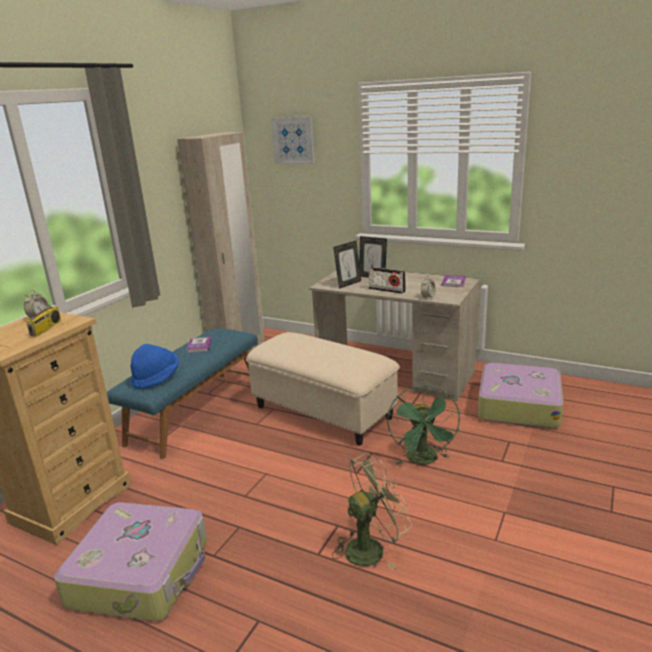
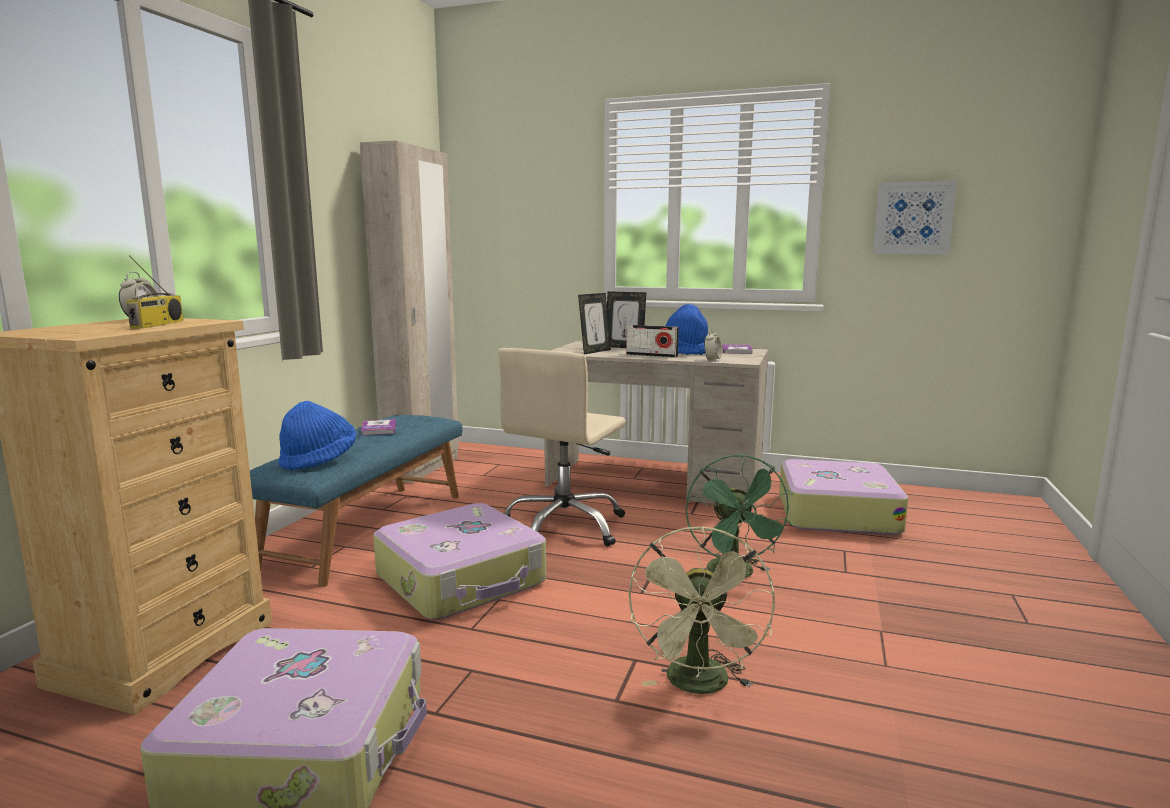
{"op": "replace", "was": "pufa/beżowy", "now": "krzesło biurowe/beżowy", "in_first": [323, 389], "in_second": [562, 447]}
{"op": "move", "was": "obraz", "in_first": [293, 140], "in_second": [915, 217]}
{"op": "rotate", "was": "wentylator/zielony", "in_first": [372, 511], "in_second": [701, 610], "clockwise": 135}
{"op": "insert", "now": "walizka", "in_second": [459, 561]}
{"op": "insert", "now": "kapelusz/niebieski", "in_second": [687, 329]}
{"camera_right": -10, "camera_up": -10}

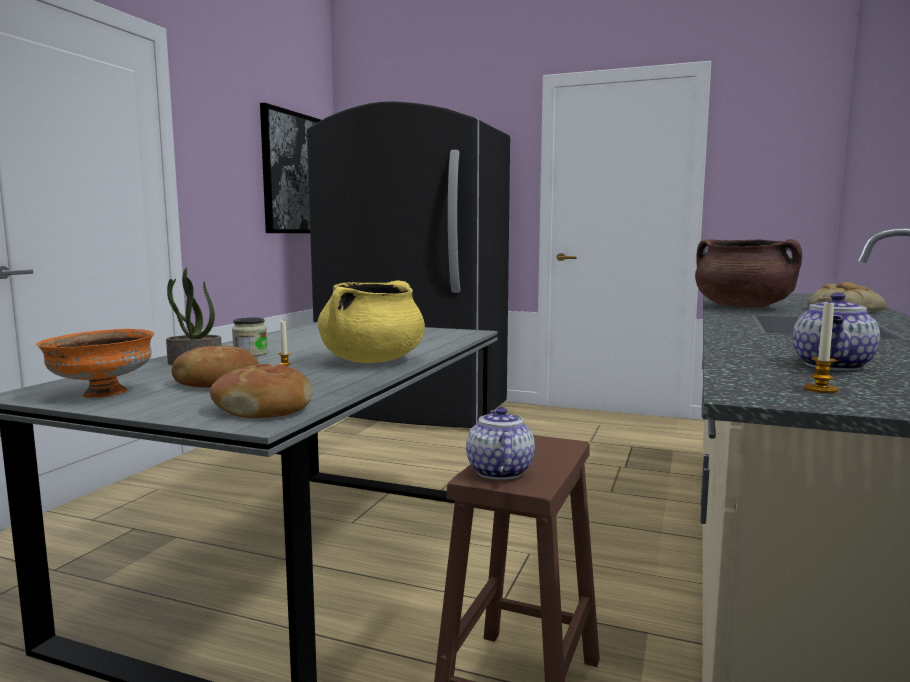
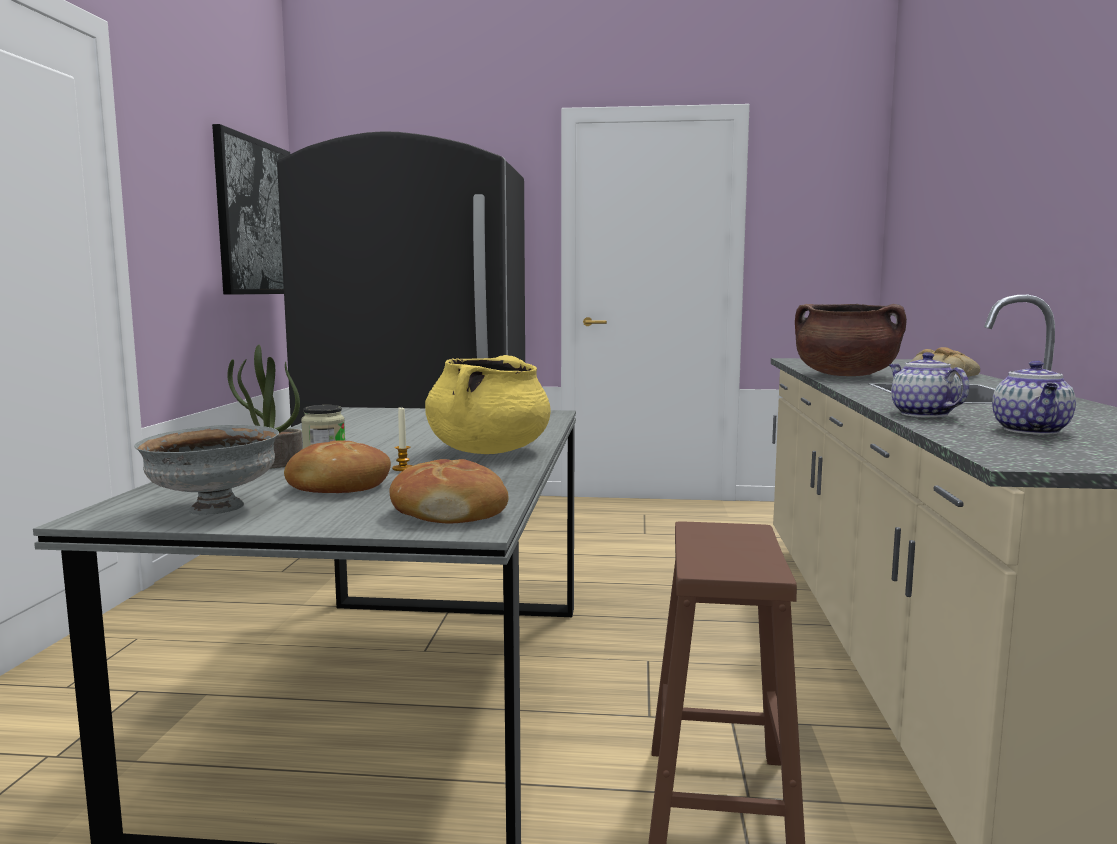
{"op": "recolor", "was": "miska/pomarańczowy", "now": "miska/szary", "in_first": [95, 363], "in_second": [206, 470]}
{"op": "move", "was": "imbryk", "in_first": [500, 443], "in_second": [929, 384]}
{"op": "delete", "was": "świeca", "in_first": [821, 346]}
{"camera_right": -15, "camera_up": 0}

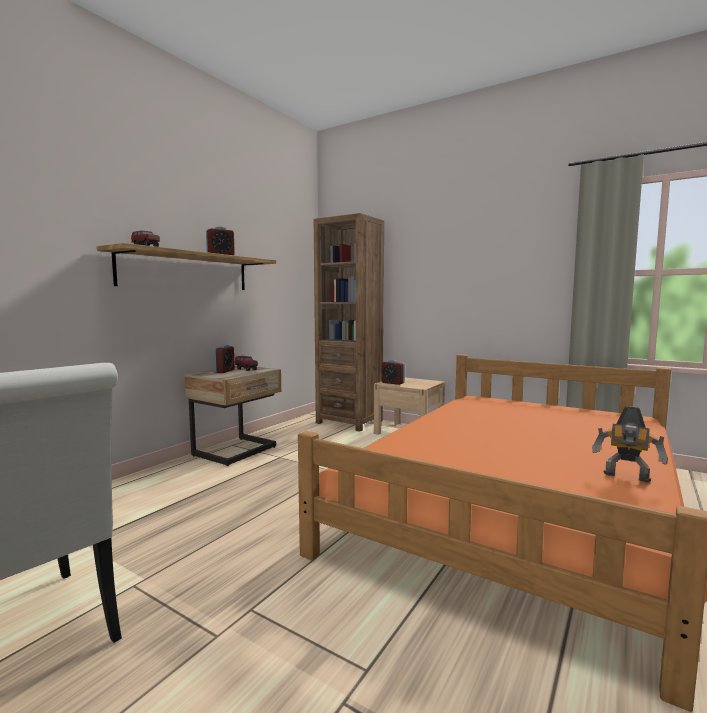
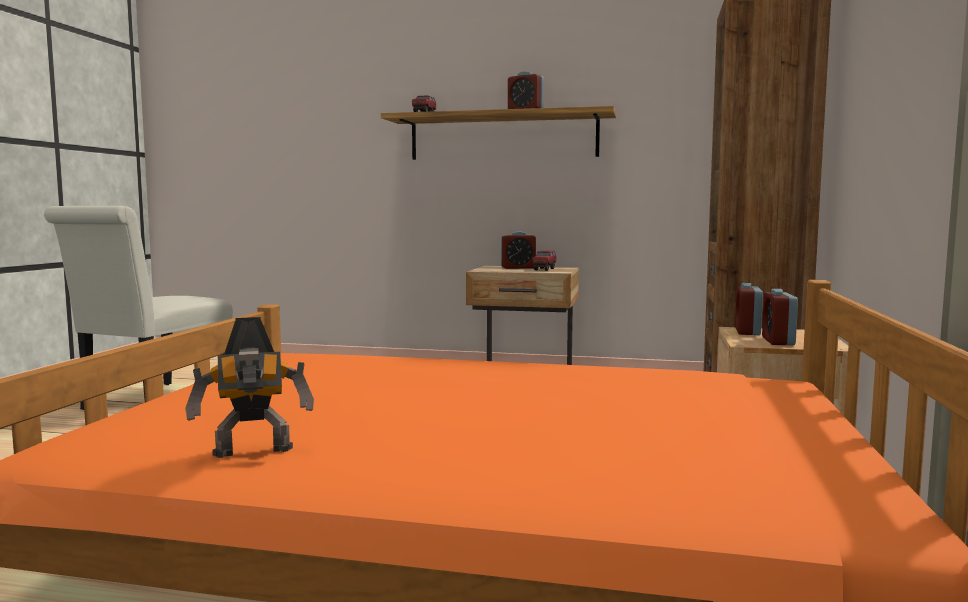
{"op": "rotate", "was": "robot zabawkowy", "in_first": [630, 444], "in_second": [249, 387], "clockwise": -120}
{"op": "insert", "now": "budzik", "in_second": [780, 317]}
{"camera_right": 70, "camera_up": 0}

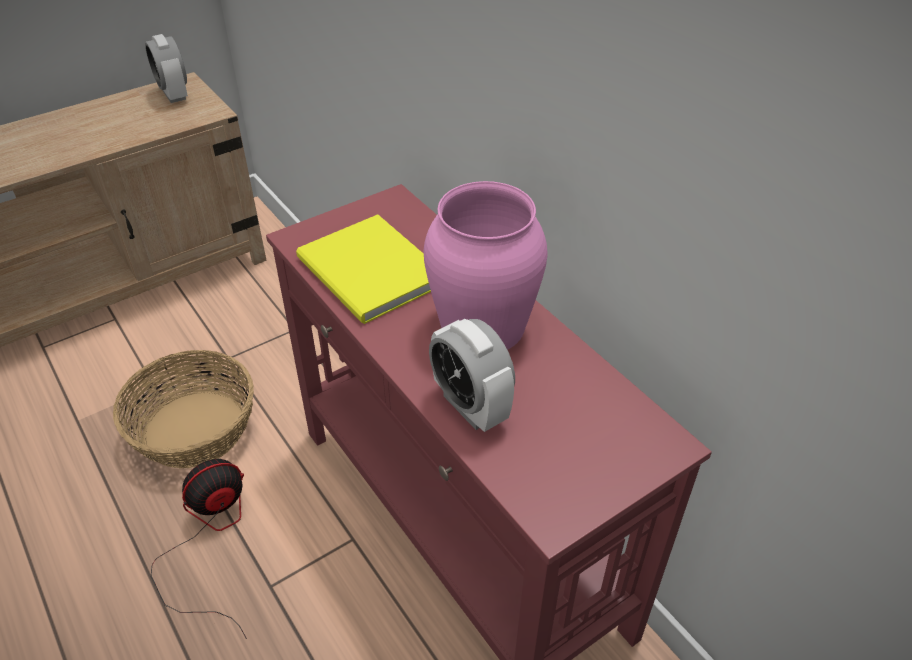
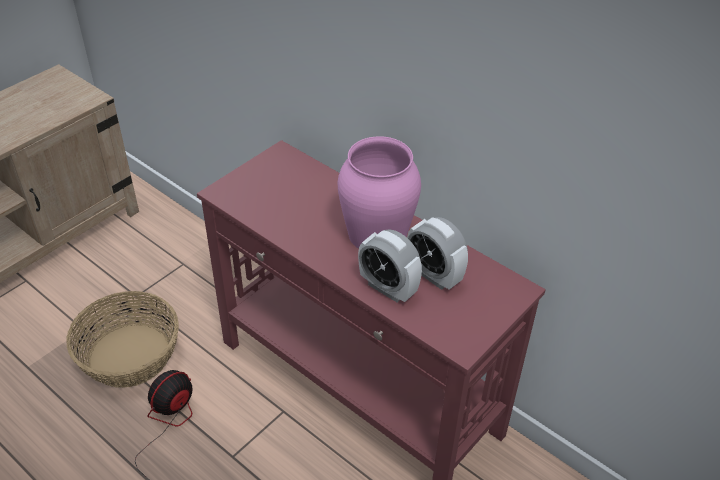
{"op": "move", "was": "budzik", "in_first": [166, 68], "in_second": [437, 253]}
{"op": "delete", "was": "książka/żółty", "in_first": [363, 269]}
{"camera_right": -15, "camera_up": 0}

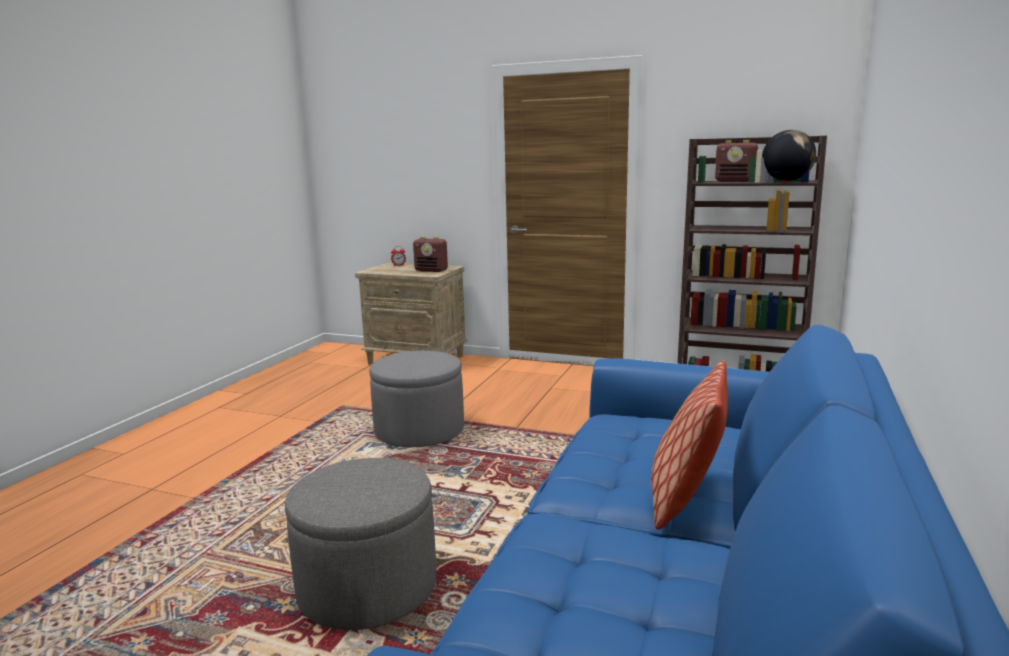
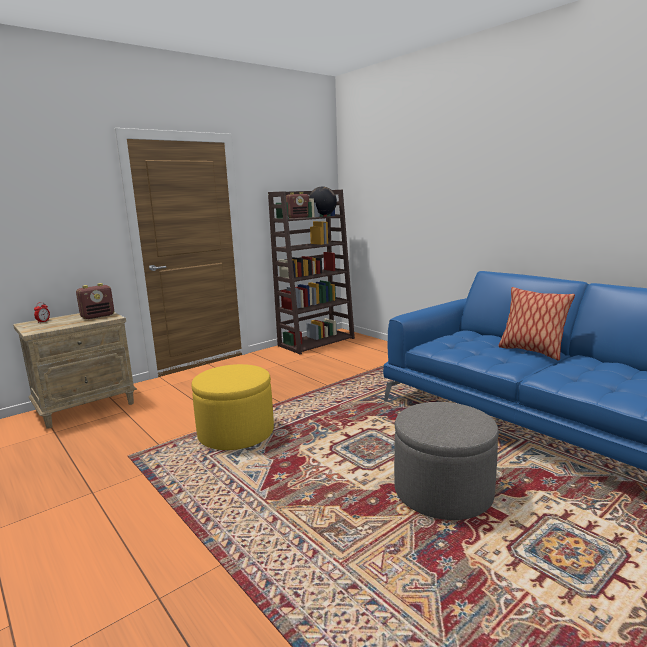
{"op": "recolor", "was": "pufa/szary", "now": "pufa/żółty", "in_first": [416, 399], "in_second": [232, 407]}
{"camera_right": -60, "camera_up": 0}

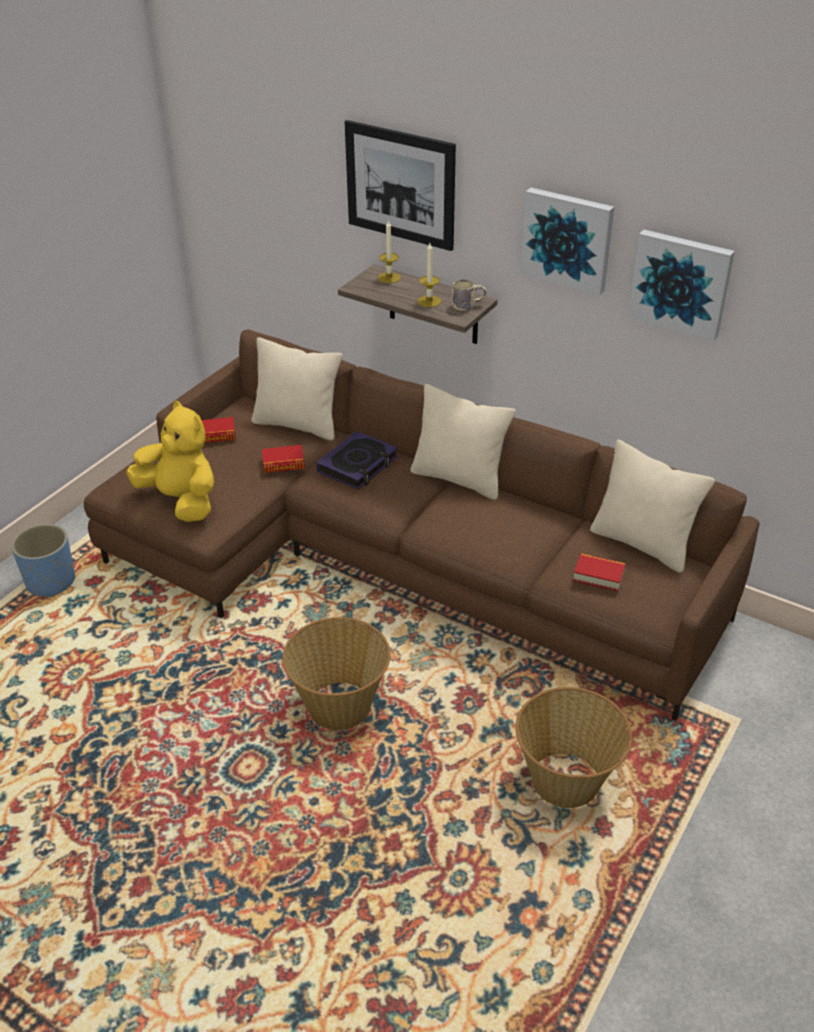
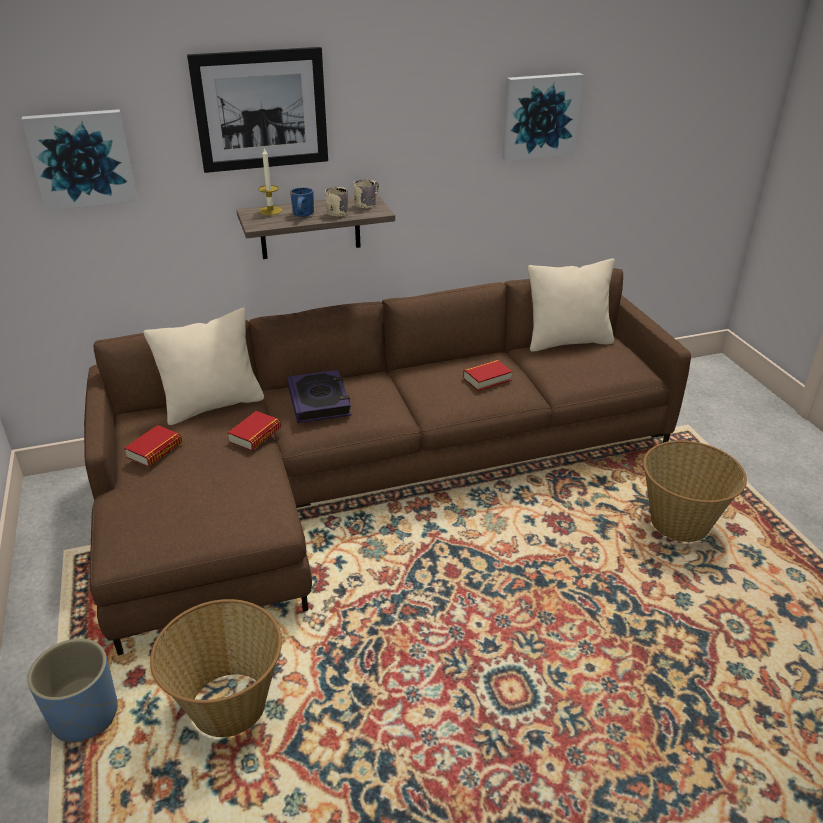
{"op": "delete", "was": "pluszak/żółty", "in_first": [170, 461]}
{"op": "move", "was": "koszyk", "in_first": [336, 673], "in_second": [216, 668]}
{"op": "delete", "was": "poduszka/beżowy", "in_first": [463, 442]}
{"op": "replace", "was": "świeca", "now": "kubek/beżowy", "in_first": [429, 275], "in_second": [336, 202]}
{"op": "move", "was": "obraz", "in_first": [567, 241], "in_second": [79, 160]}
{"op": "move", "was": "książka", "in_first": [599, 572], "in_second": [487, 375]}
{"op": "insert", "now": "kubek/niebieski", "in_second": [302, 202]}
{"camera_right": -50, "camera_up": -5}

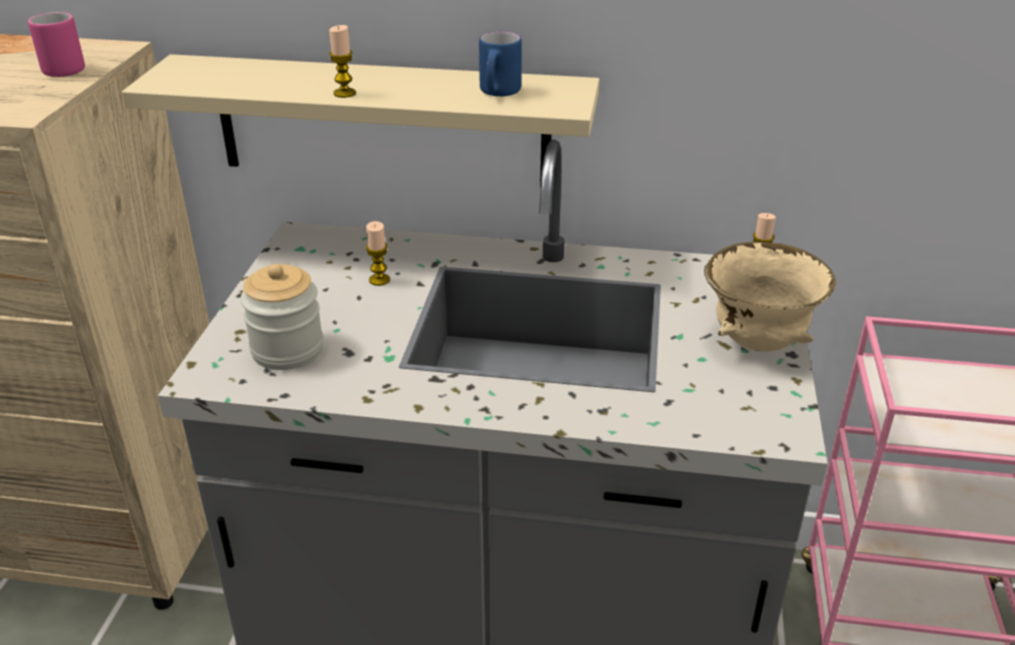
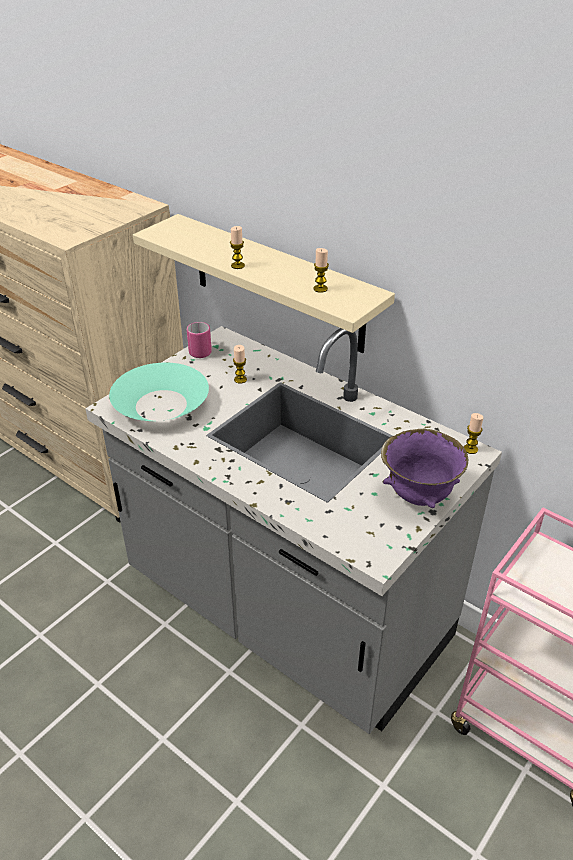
{"op": "move", "was": "kubek/różowy", "in_first": [56, 44], "in_second": [199, 340]}
{"op": "replace", "was": "słoik", "now": "miska/turkusowy", "in_first": [282, 317], "in_second": [159, 392]}
{"op": "replace", "was": "kubek/niebieski", "now": "świeca", "in_first": [500, 63], "in_second": [321, 270]}
{"op": "recolor", "was": "miska/beżowy", "now": "miska/fioletowy", "in_first": [770, 297], "in_second": [424, 468]}
{"camera_right": 30, "camera_up": 5}

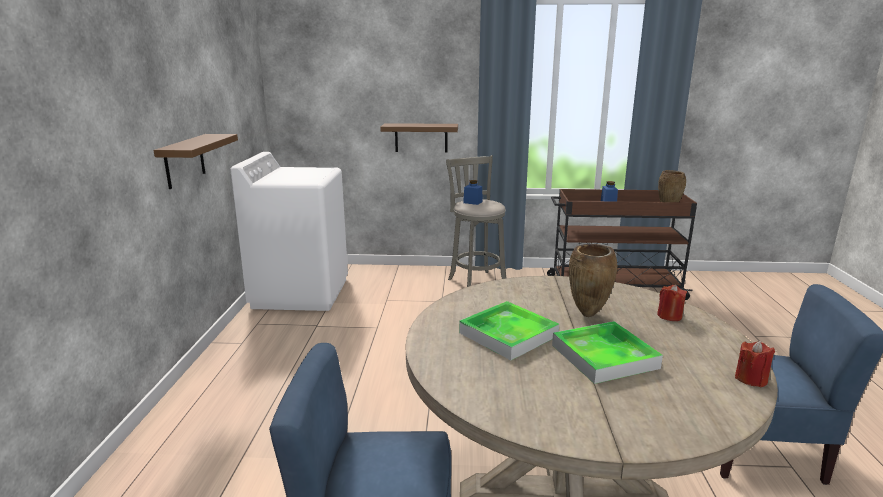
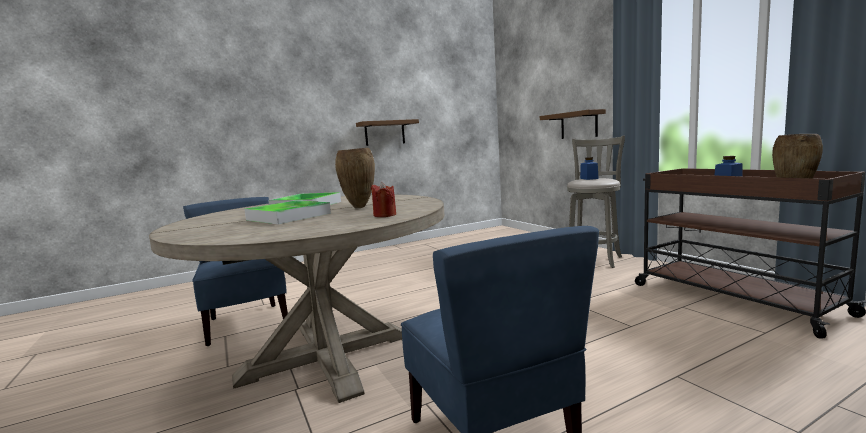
{"op": "delete", "was": "pralka/biały", "in_first": [289, 231]}
{"op": "delete", "was": "świeca/czerwony", "in_first": [755, 364]}
{"camera_right": 60, "camera_up": -10}

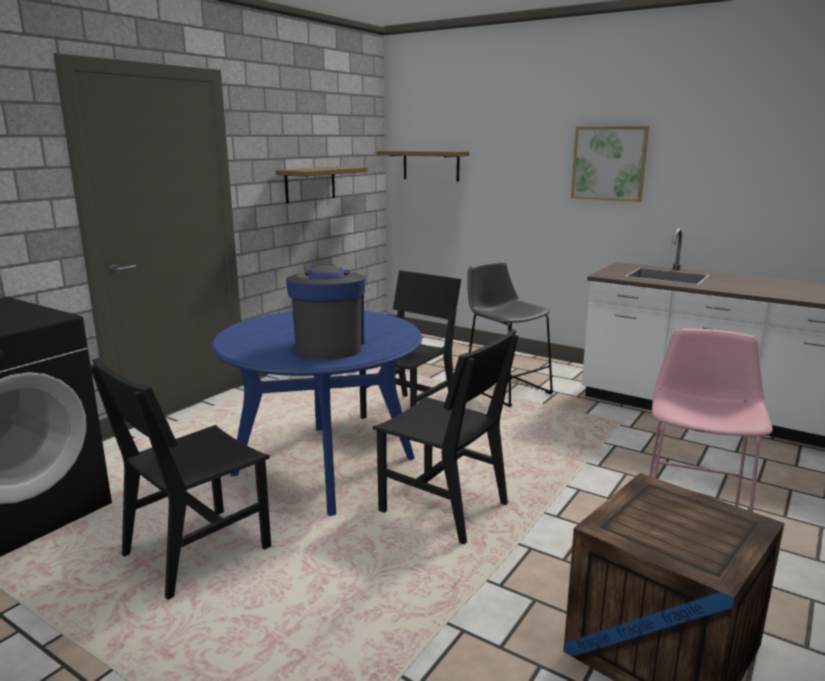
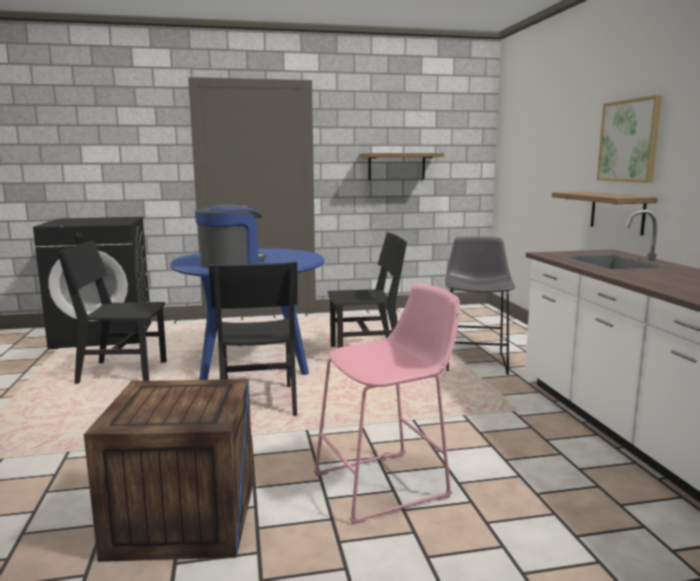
{"op": "move", "was": "półka", "in_first": [423, 166], "in_second": [605, 213]}
{"camera_right": 45, "camera_up": -5}

